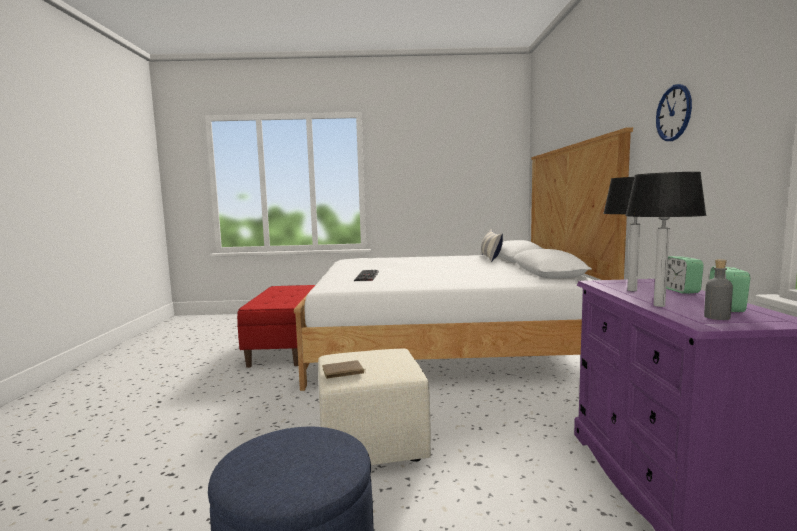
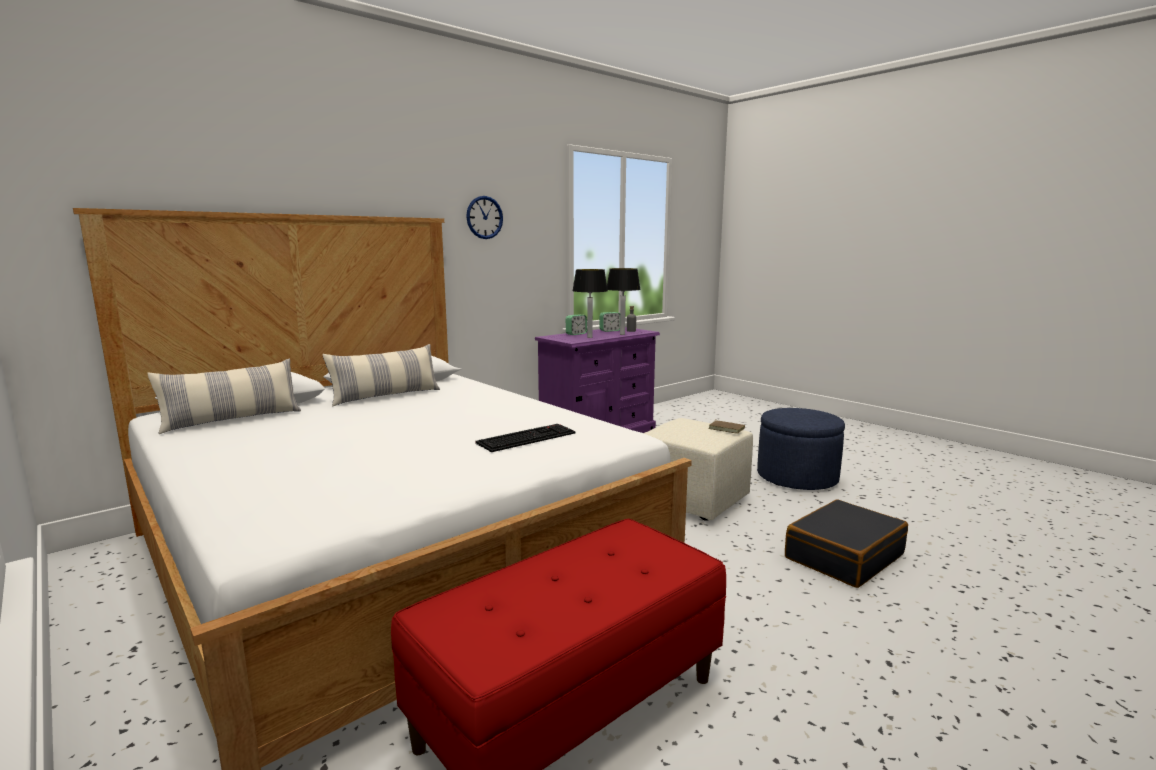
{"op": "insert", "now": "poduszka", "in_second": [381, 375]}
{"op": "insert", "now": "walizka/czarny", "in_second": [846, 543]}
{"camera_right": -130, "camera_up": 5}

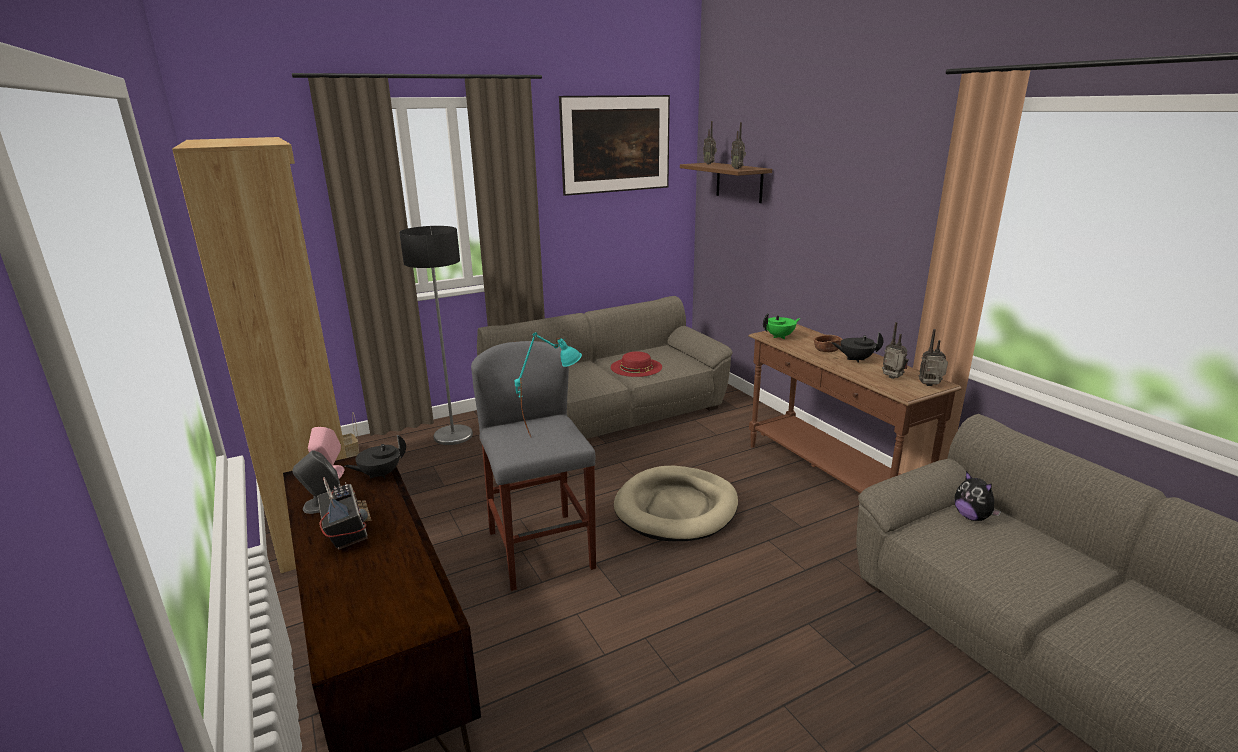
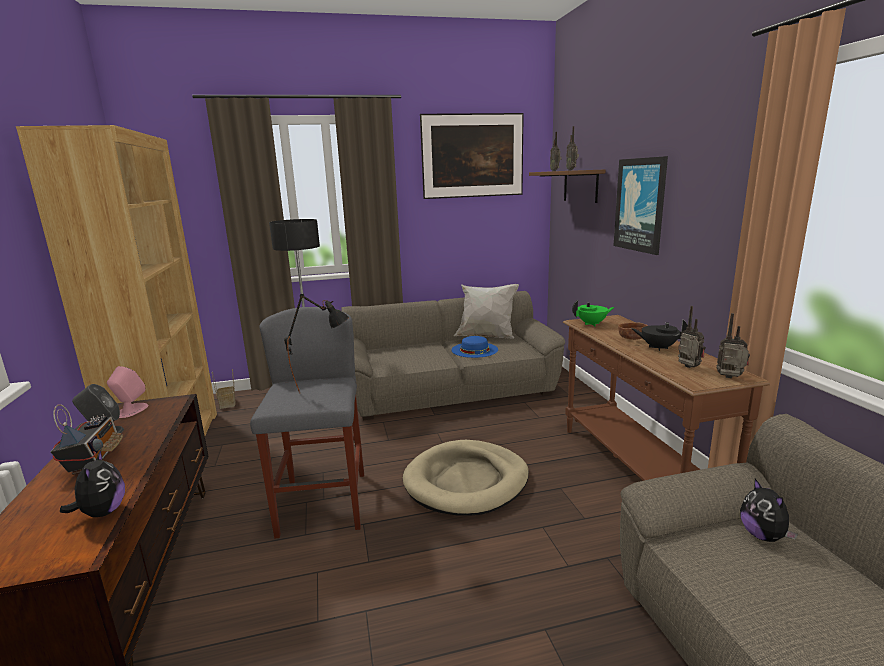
{"op": "delete", "was": "imbryk/czarny", "in_first": [375, 457]}
{"op": "recolor", "was": "lampa stołowa/turkusowy", "now": "lampa stołowa/czarny", "in_first": [548, 384], "in_second": [316, 344]}
{"op": "recolor", "was": "kapelusz/czerwony", "now": "kapelusz/niebieski", "in_first": [636, 364], "in_second": [475, 347]}
{"op": "insert", "now": "pluszak", "in_second": [92, 483]}
{"op": "insert", "now": "poduszka/biały", "in_second": [486, 311]}
{"op": "insert", "now": "obraz", "in_second": [640, 205]}
{"camera_right": 15, "camera_up": -5}

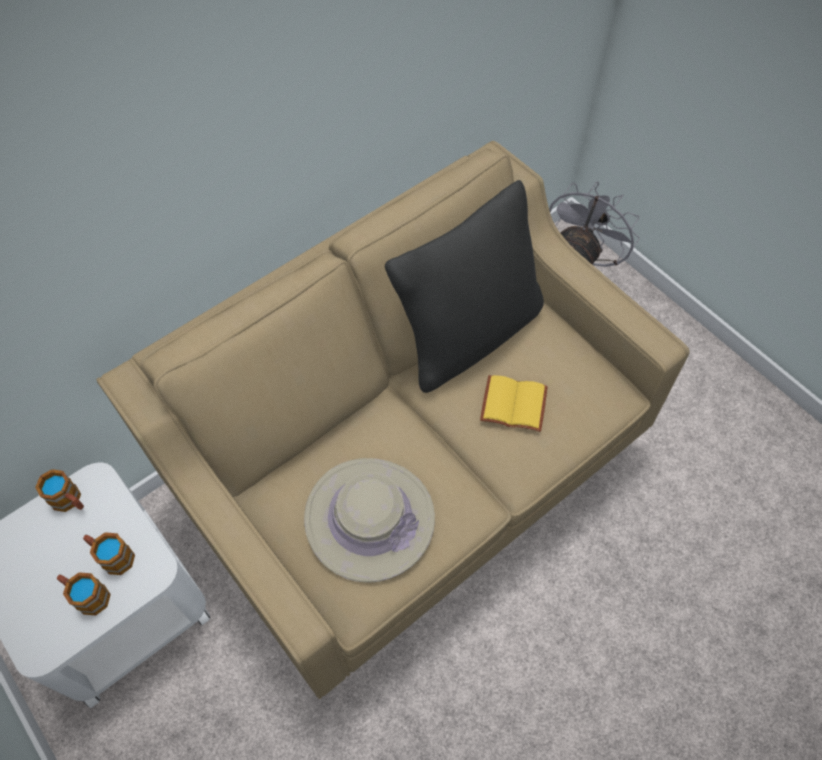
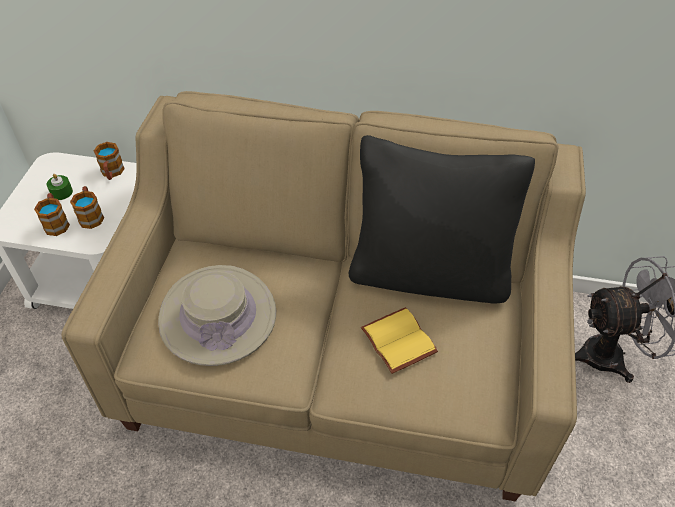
{"op": "insert", "now": "świeca/zielony", "in_second": [60, 187]}
{"camera_right": 50, "camera_up": -10}

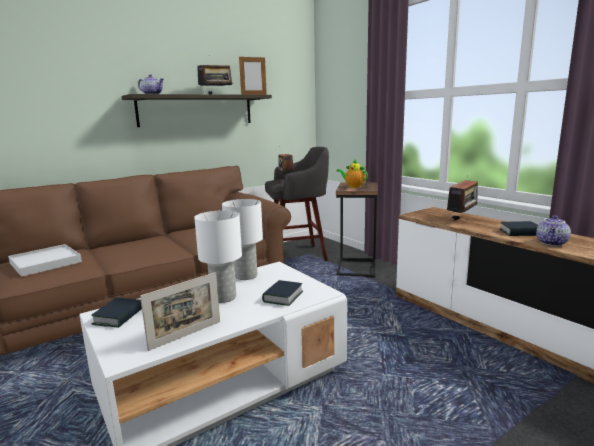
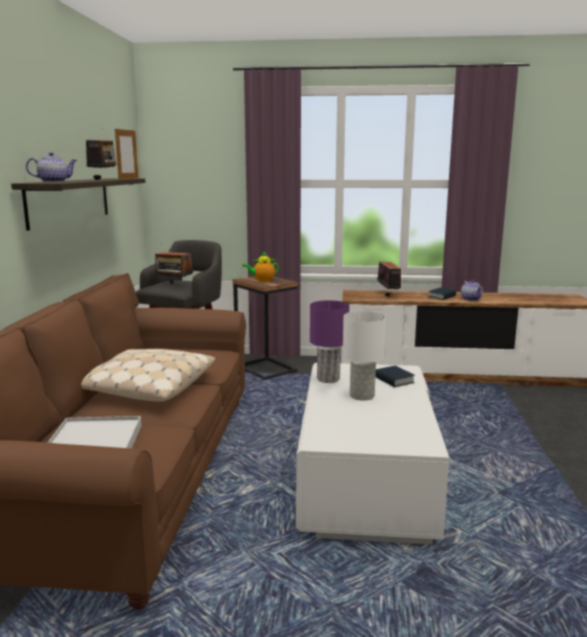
{"op": "delete", "was": "książka", "in_first": [116, 313]}
{"op": "delete", "was": "ramka na zdjęcie", "in_first": [180, 311]}
{"op": "recolor", "was": "lampa stołowa/biały", "now": "lampa stołowa/fioletowy", "in_first": [242, 239], "in_second": [329, 341]}
{"op": "insert", "now": "poduszka/beżowy", "in_second": [148, 375]}
{"camera_right": -50, "camera_up": 0}

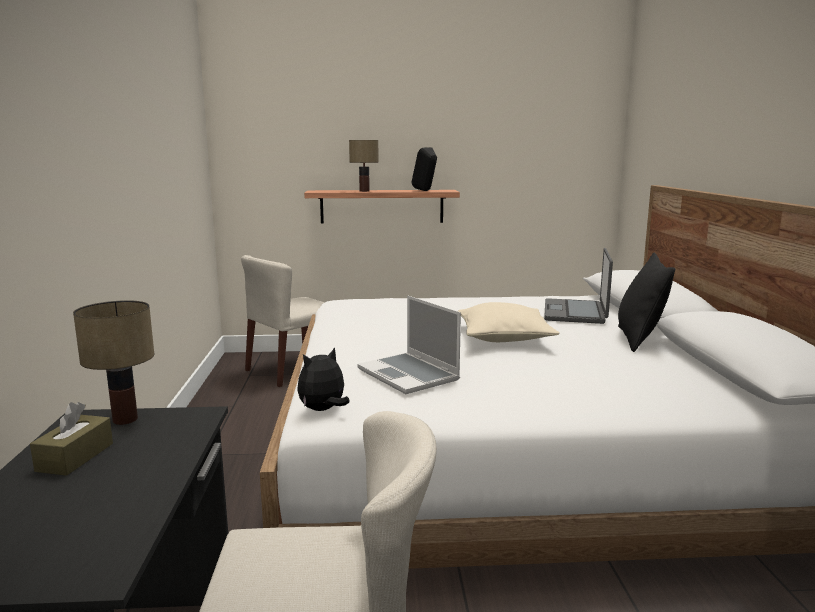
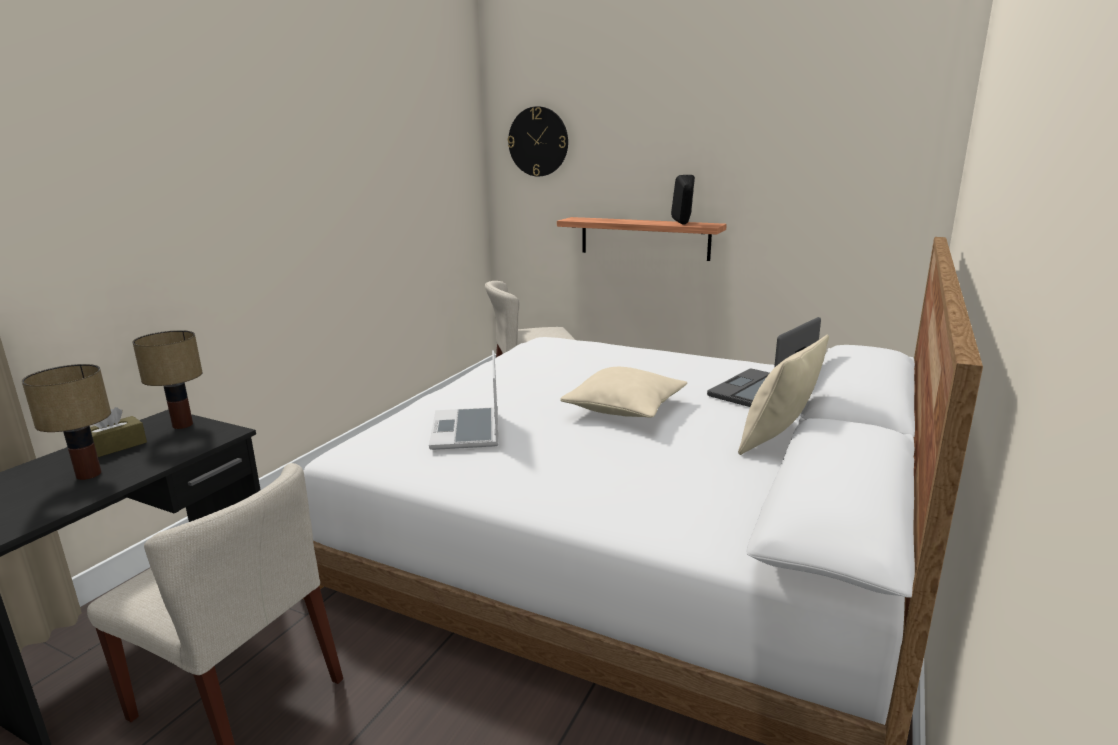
{"op": "delete", "was": "pluszak", "in_first": [323, 379]}
{"op": "move", "was": "lampa stołowa", "in_first": [364, 166], "in_second": [66, 422]}
{"op": "recolor", "was": "poduszka/czarny", "now": "poduszka/beżowy", "in_first": [646, 302], "in_second": [783, 394]}
{"op": "insert", "now": "zegar ścienny", "in_second": [538, 141]}
{"camera_right": 30, "camera_up": 5}

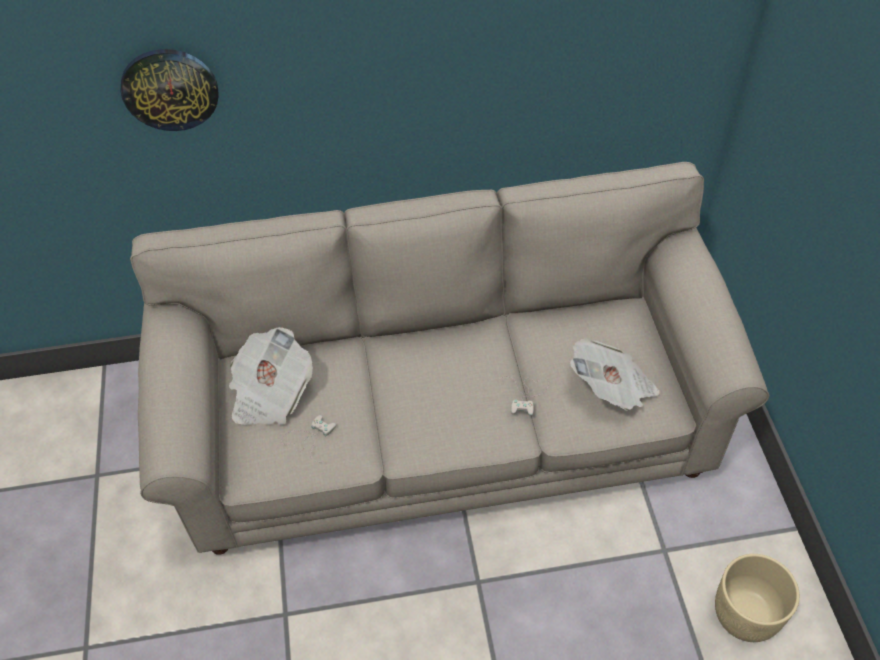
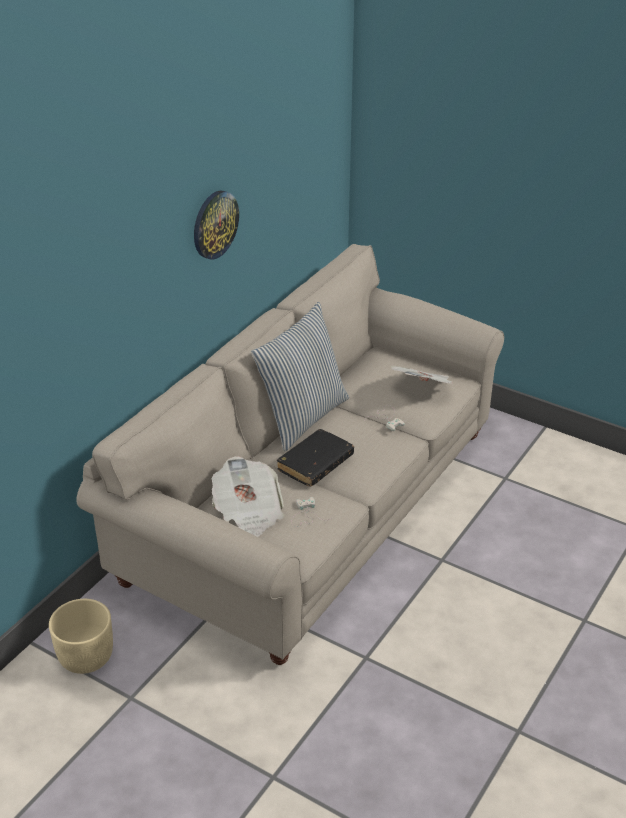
{"op": "move", "was": "zegar ścienny", "in_first": [170, 90], "in_second": [216, 225]}
{"op": "move", "was": "donica/beżowy", "in_first": [757, 598], "in_second": [81, 636]}
{"op": "insert", "now": "poduszka", "in_second": [300, 376]}
{"op": "insert", "now": "książka/czarny", "in_second": [315, 458]}
{"camera_right": -50, "camera_up": -15}

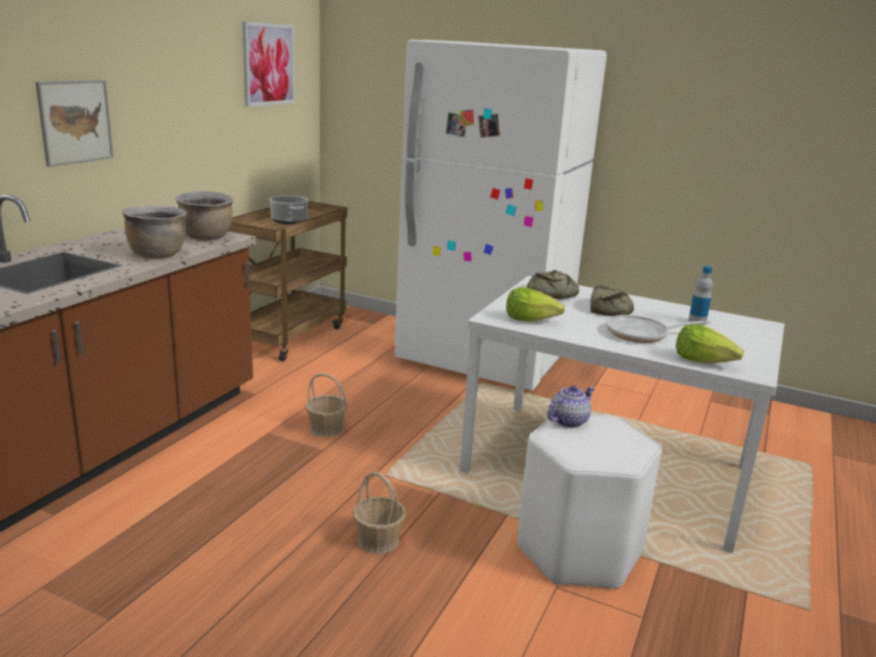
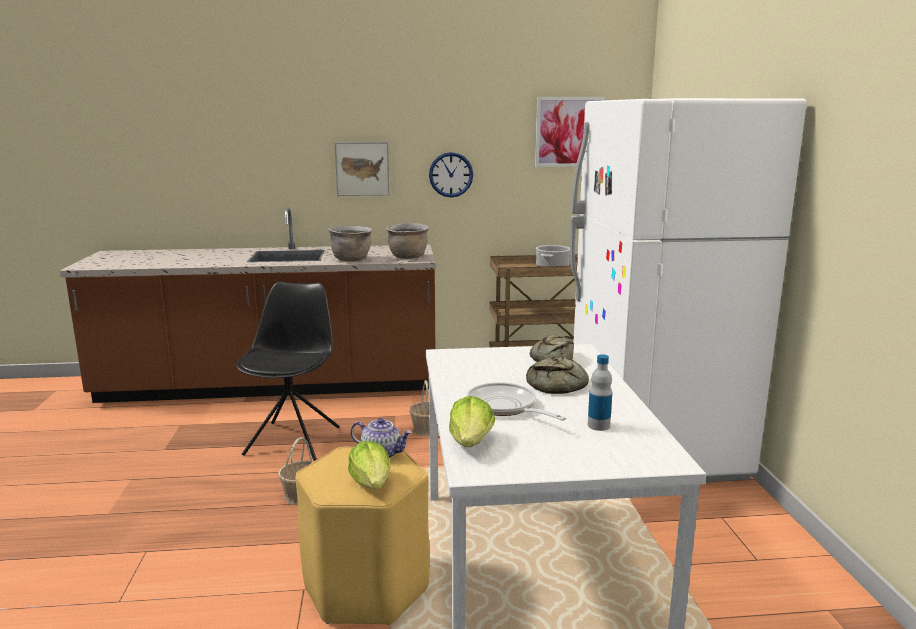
{"op": "move", "was": "sałata", "in_first": [535, 304], "in_second": [369, 465]}
{"op": "recolor", "was": "stołek/biały", "now": "stołek/żółty", "in_first": [589, 501], "in_second": [362, 536]}
{"op": "insert", "now": "krzesło/czarny", "in_second": [288, 371]}
{"op": "insert", "now": "zegar ścienny", "in_second": [451, 174]}
{"camera_right": 60, "camera_up": -5}

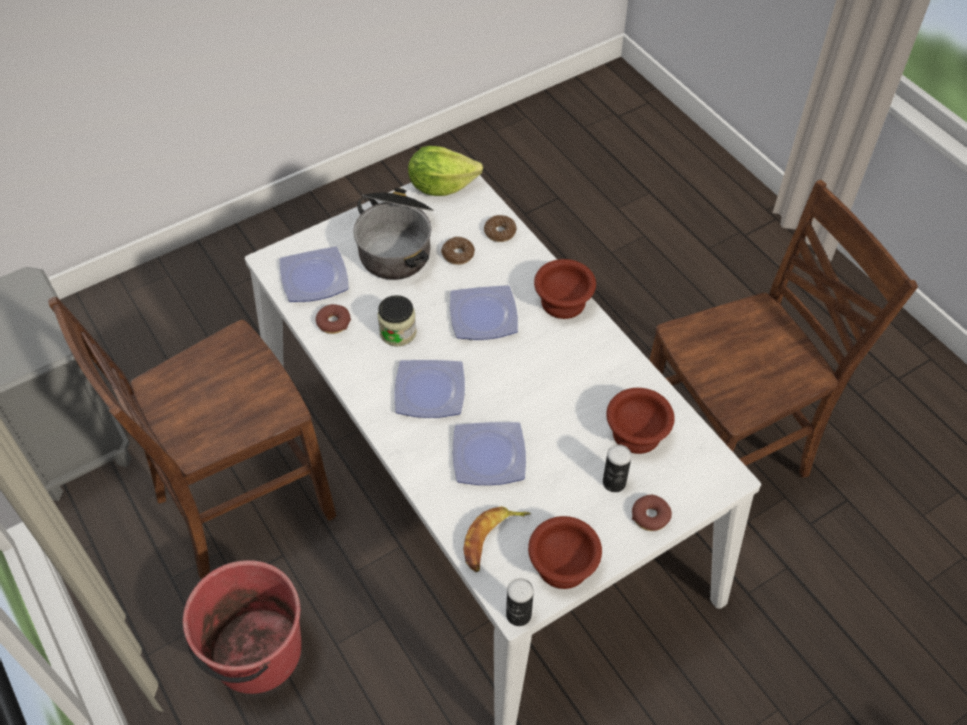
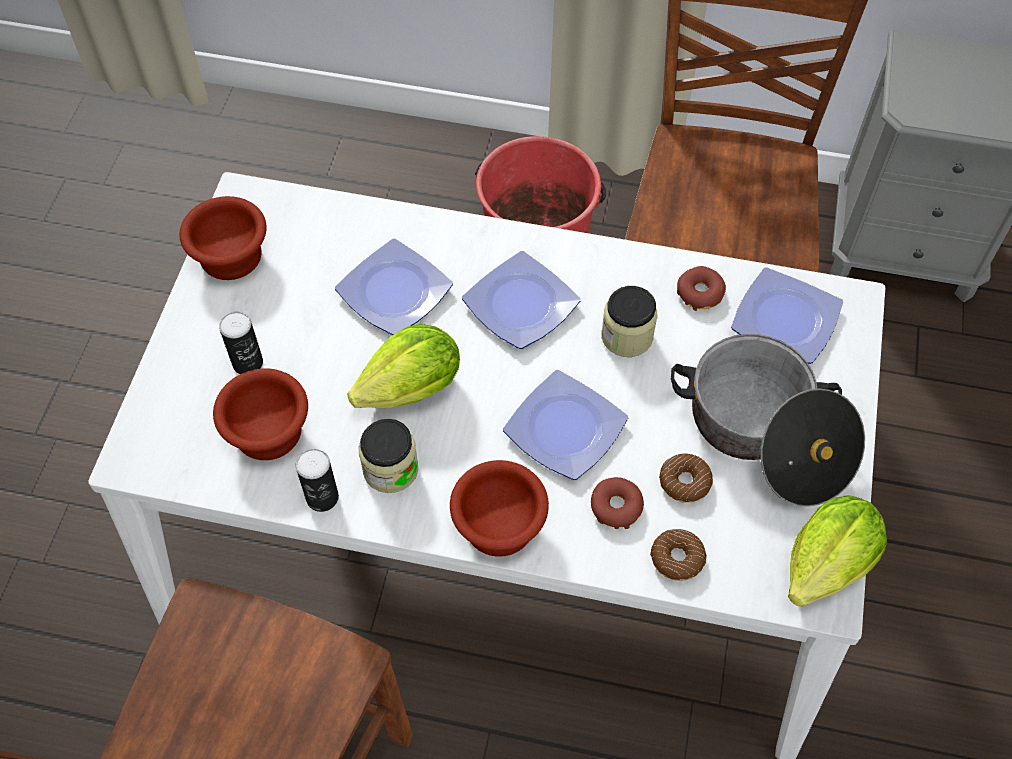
{"op": "delete", "was": "banan", "in_first": [497, 539]}
{"op": "move", "was": "puszka", "in_first": [520, 602], "in_second": [317, 480]}
{"op": "move", "was": "donut", "in_first": [652, 513], "in_second": [617, 503]}
{"op": "insert", "now": "sałata", "in_second": [403, 366]}
{"op": "insert", "now": "słoik", "in_second": [388, 456]}
{"camera_right": 135, "camera_up": 5}

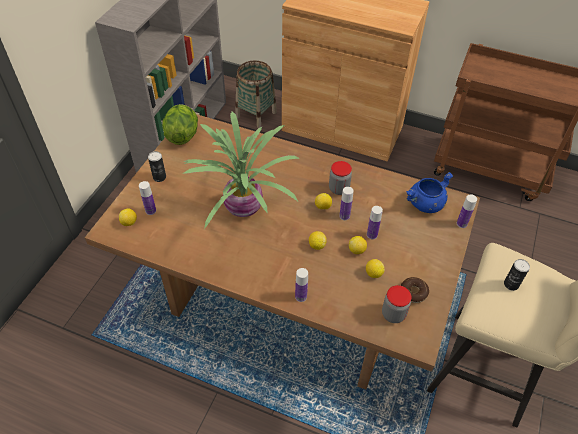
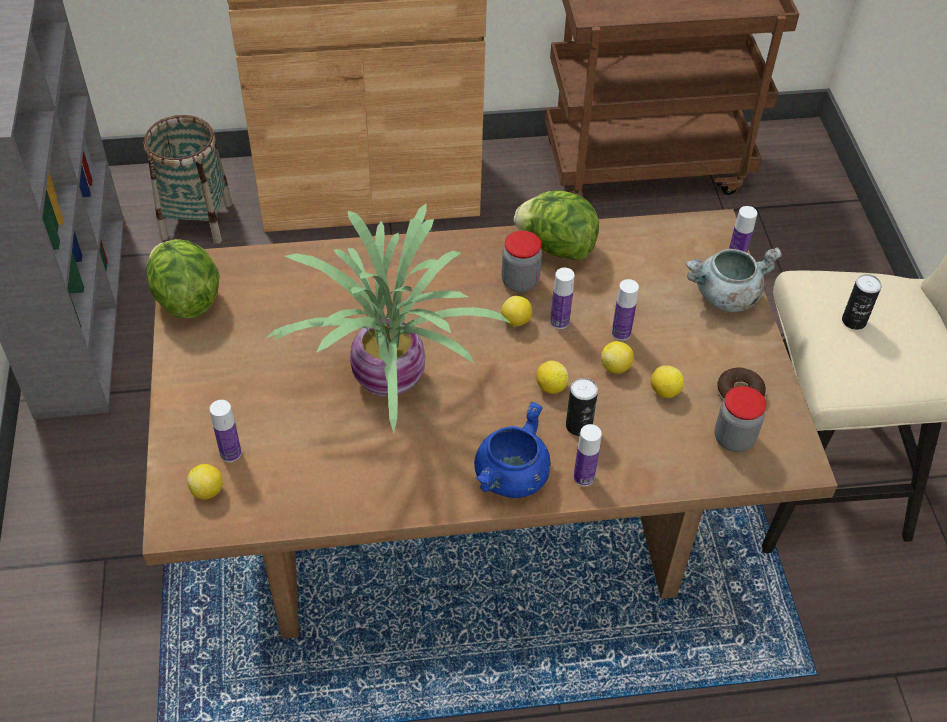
{"op": "move", "was": "puszka", "in_first": [157, 166], "in_second": [582, 407]}
{"op": "move", "was": "garnek/niebieski", "in_first": [429, 192], "in_second": [512, 450]}
{"op": "insert", "now": "sałata", "in_second": [556, 225]}
{"op": "insert", "now": "garnek/szary", "in_second": [734, 279]}
{"camera_right": -30, "camera_up": 0}

